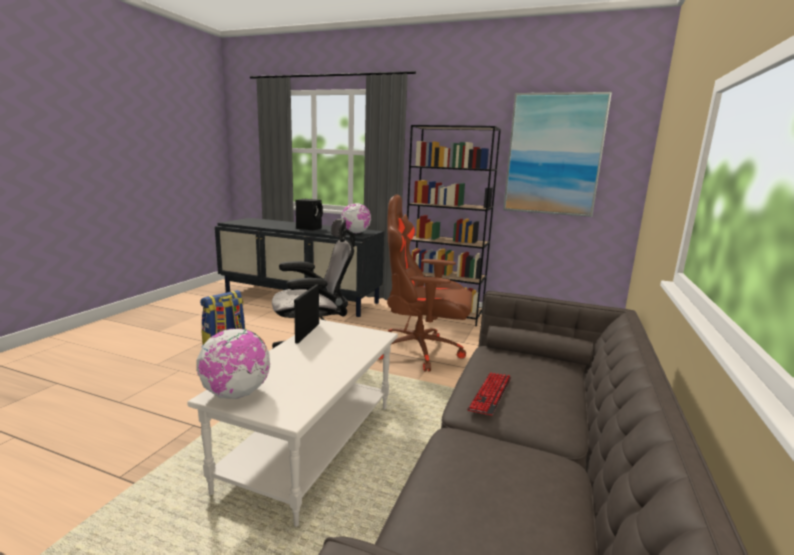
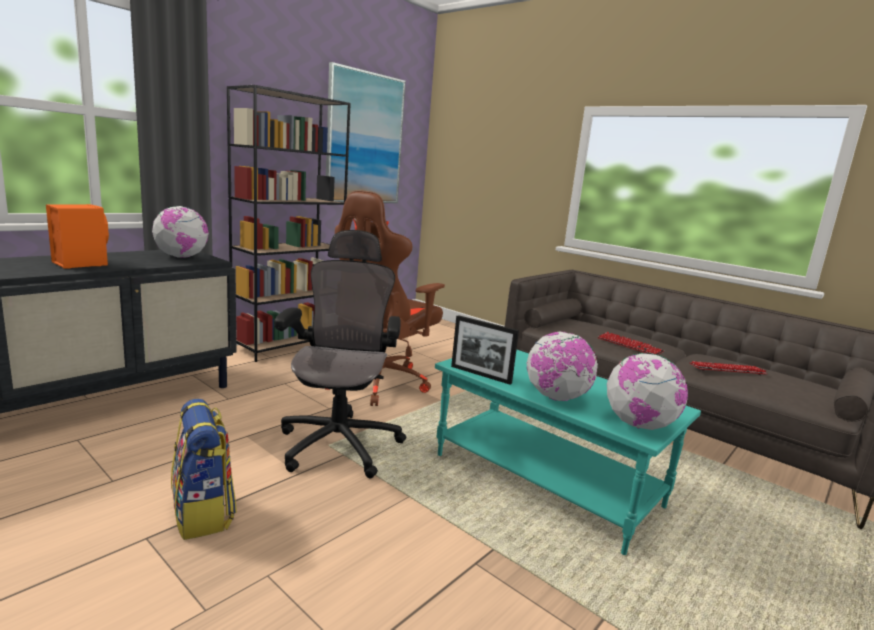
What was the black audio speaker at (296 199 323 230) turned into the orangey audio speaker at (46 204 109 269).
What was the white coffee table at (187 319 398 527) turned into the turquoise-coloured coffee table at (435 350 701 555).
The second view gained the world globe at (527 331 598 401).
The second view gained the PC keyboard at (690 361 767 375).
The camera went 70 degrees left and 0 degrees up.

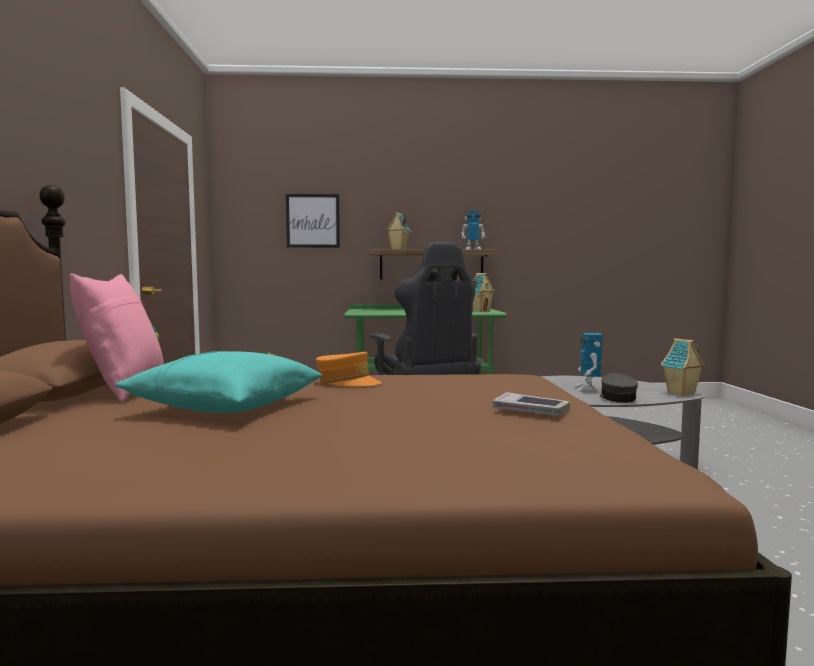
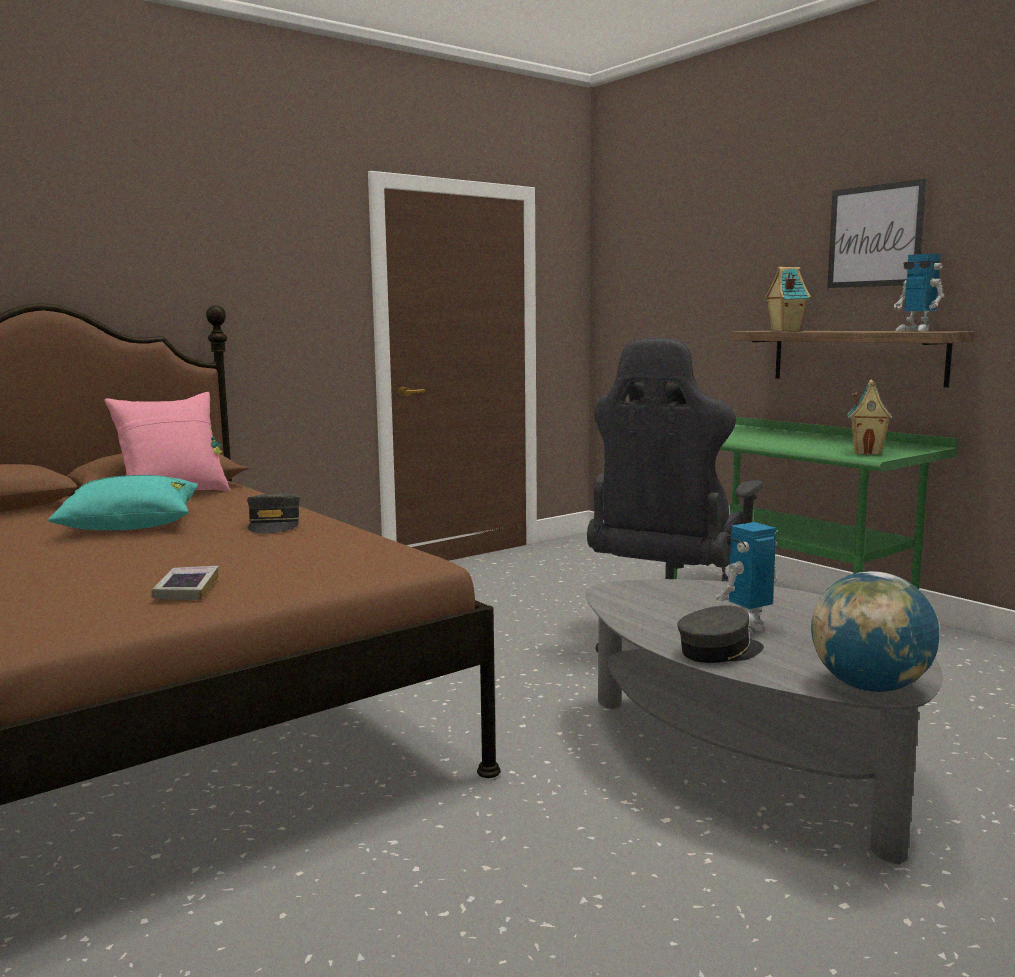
What was the orangey cap at (316 352 382 386) turned into the grey cap at (247 493 300 533).
Where the toy house stood at (661 338 705 396), the world globe came to stand at (811 571 939 692).
The picture ended up elsewhere, having gone from (286 194 340 248) to (827 179 927 288).
The camera went 55 degrees right and 5 degrees up.

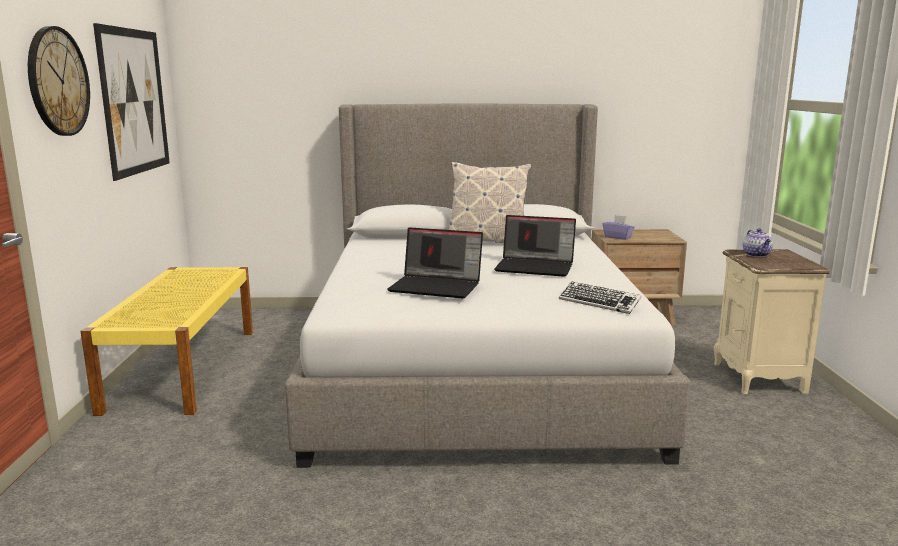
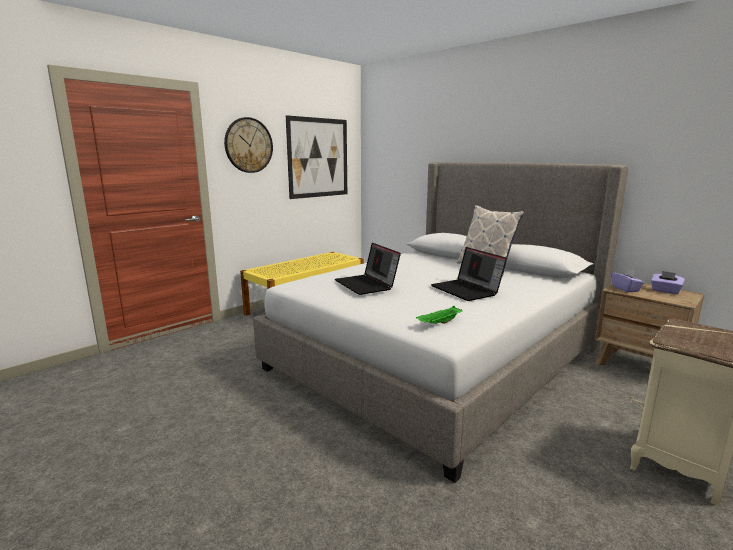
Where the PC keyboard stood at (559 282 642 314), the green carrying tray came to stand at (416 306 463 324).
The second view gained the purple box of tissues at (651 271 685 294).
The second view lost the teapot at (743 228 773 257).
The camera went 45 degrees right and 0 degrees up.

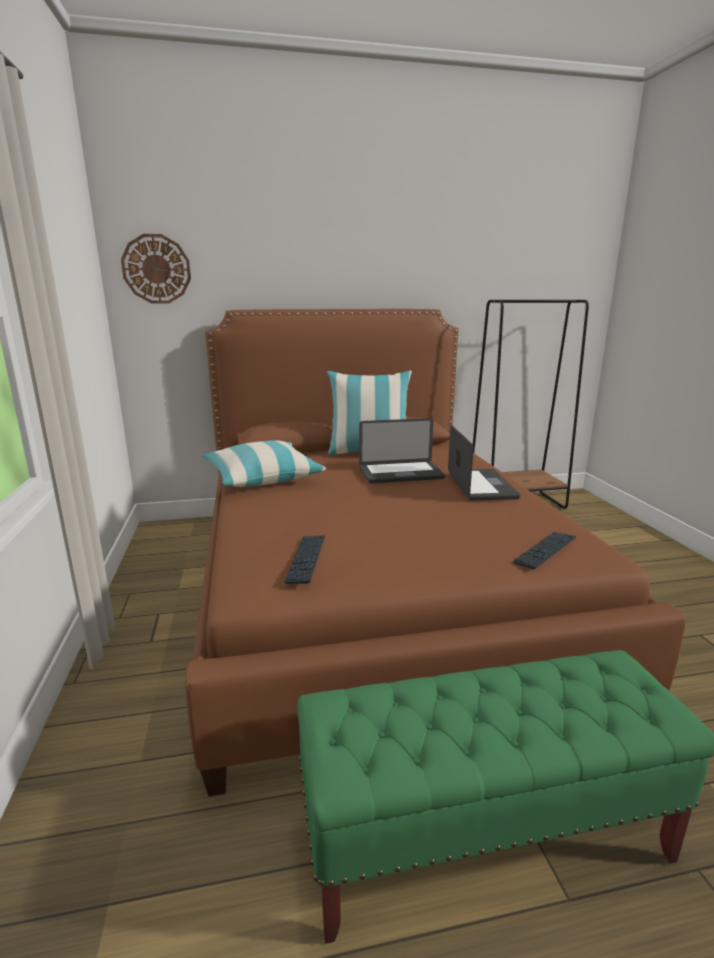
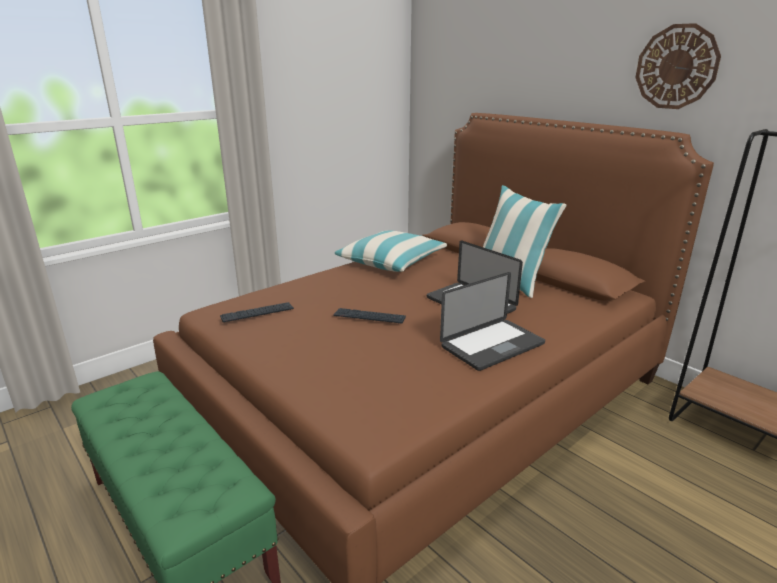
The PC keyboard ended up elsewhere, having gone from (513 532 576 569) to (333 308 406 324).
The hanging clock ended up elsewhere, having gone from (121 234 191 304) to (635 23 721 109).
The camera went 60 degrees right and 5 degrees up.

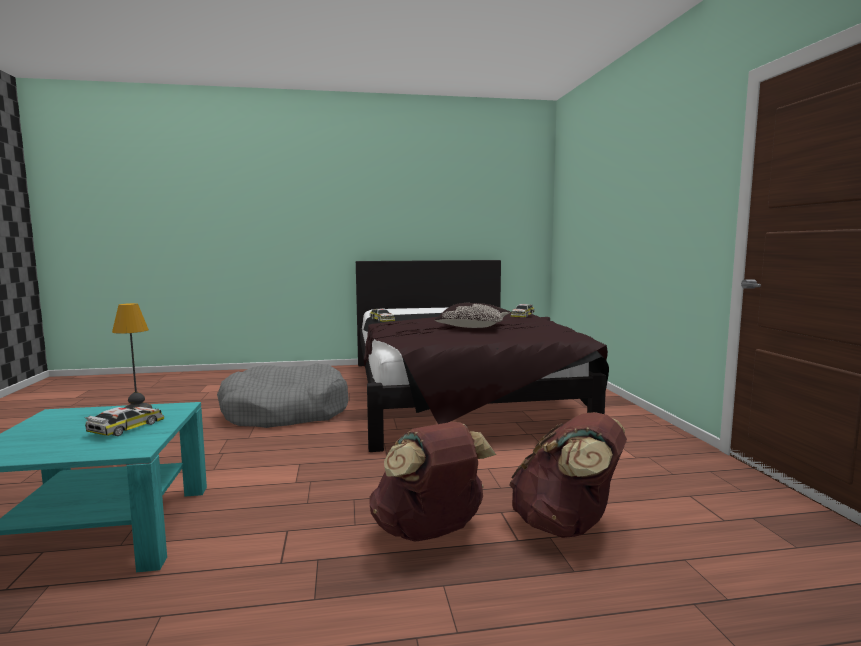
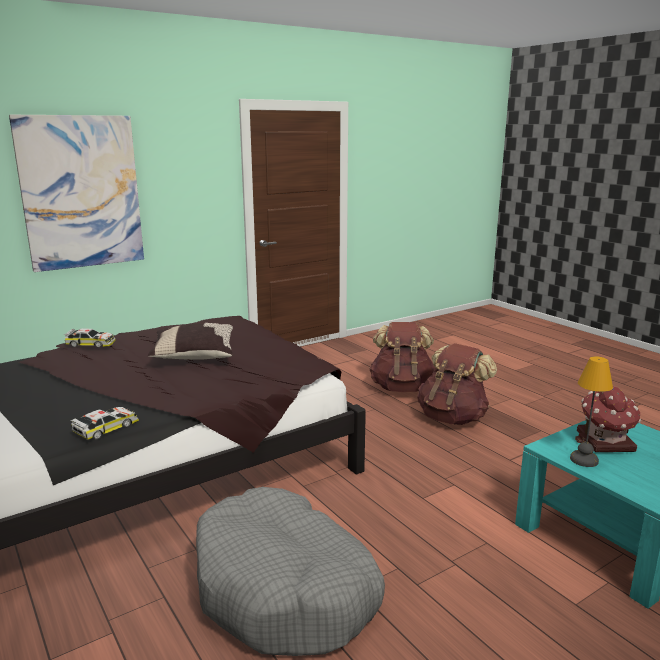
The second view gained the picture at (9 115 144 272).
Where the miniature car stood at (85 407 164 436), the toy house came to stand at (575 386 641 452).
The camera went 115 degrees left and 10 degrees up.

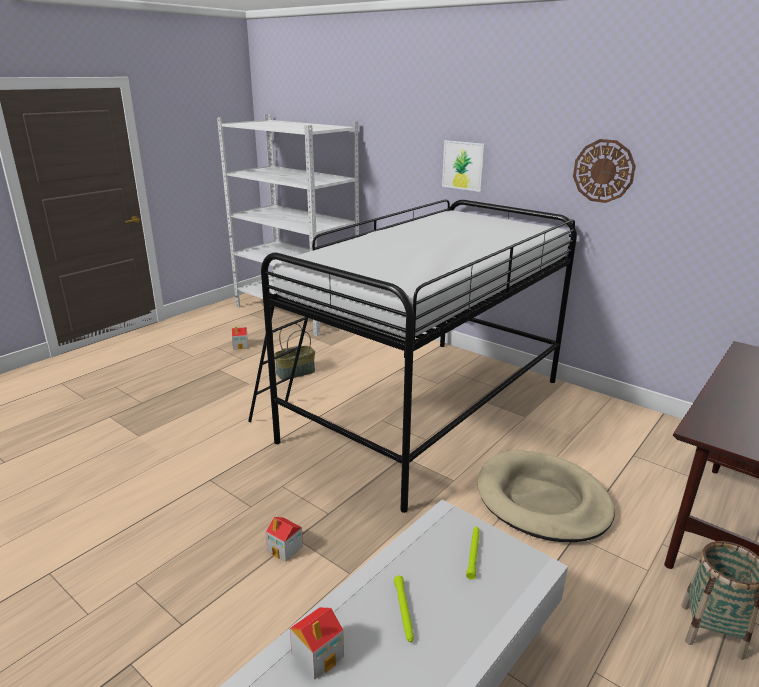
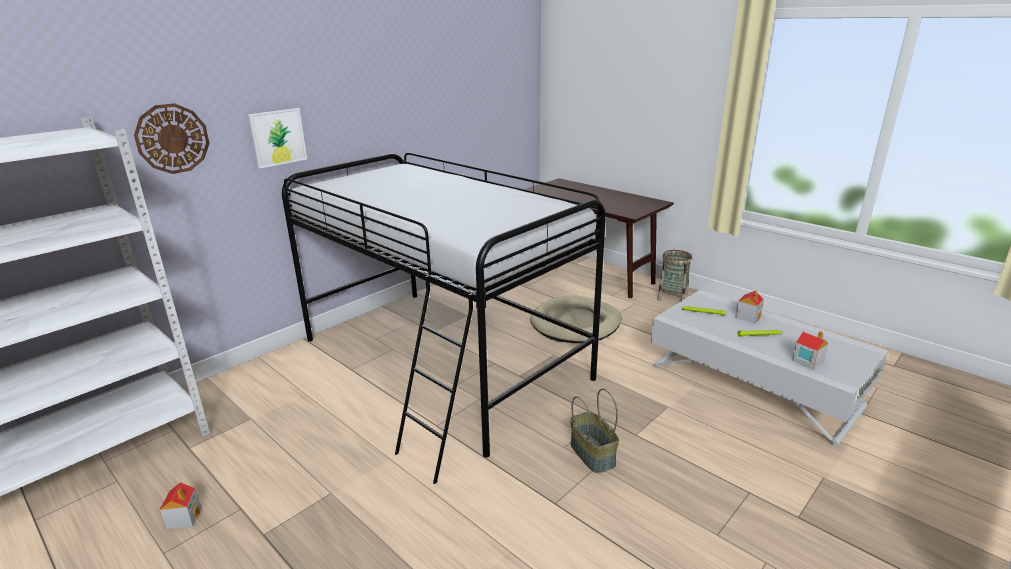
The hanging clock ended up elsewhere, having gone from (573 139 636 203) to (134 103 210 174).
The basket ended up elsewhere, having gone from (274 323 315 380) to (570 388 619 473).
The toy house ended up elsewhere, having gone from (266 517 303 562) to (735 290 764 323).
The camera went 85 degrees left and 0 degrees up.

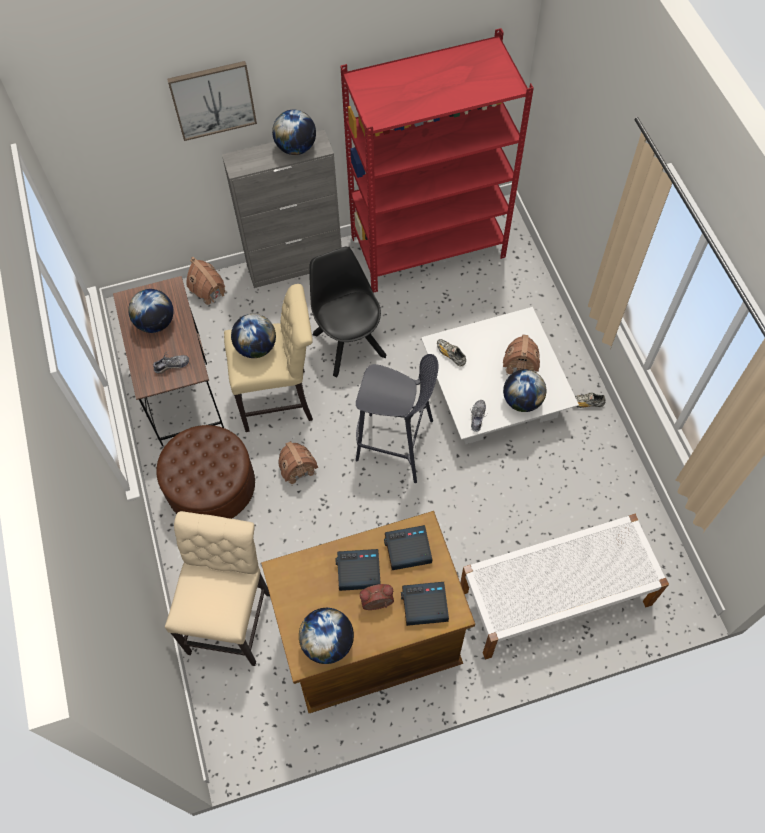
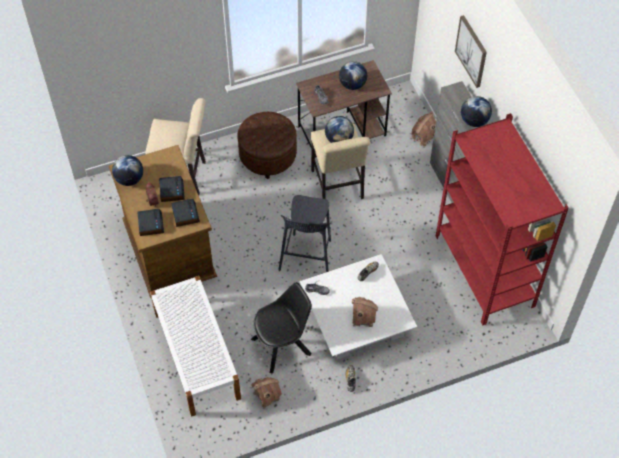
The black upright chair ended up elsewhere, having gone from (309 247 386 378) to (251 282 312 373).
The toy house ended up elsewhere, having gone from (278 441 318 486) to (252 377 282 409).
The second view lost the world globe at (503 369 546 412).
The camera went 85 degrees right and 5 degrees down.

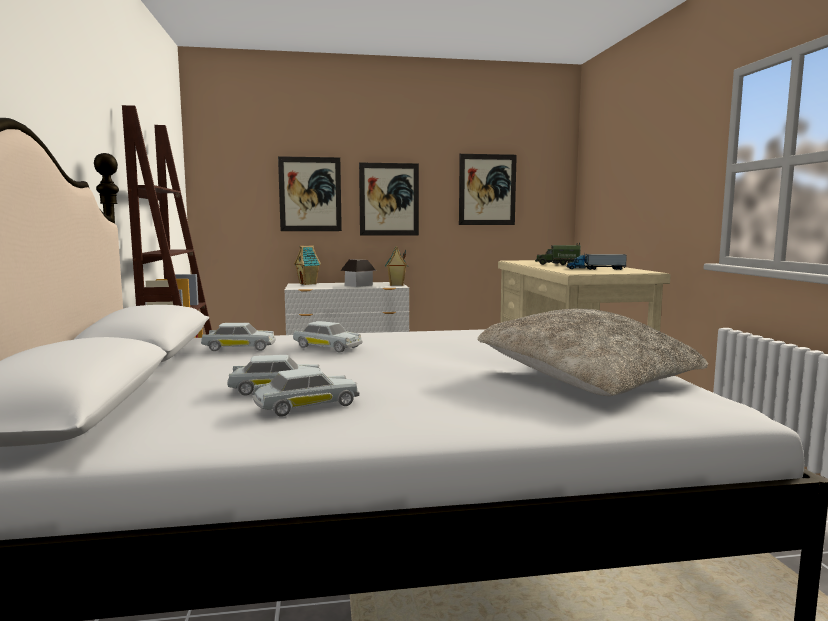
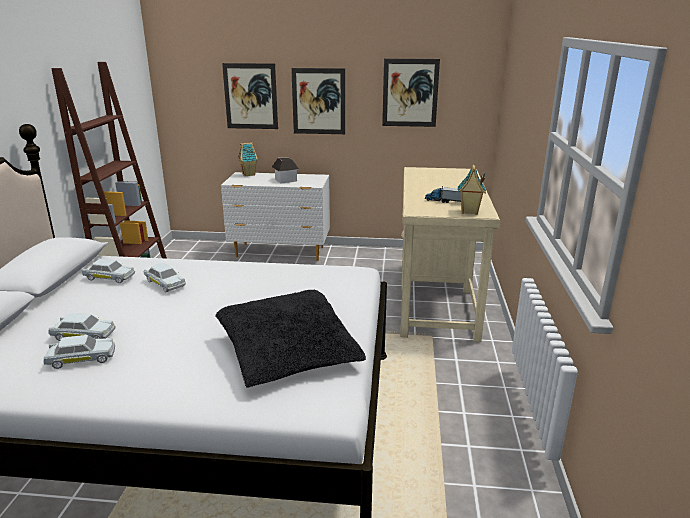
What was the beige throw pillow at (478 308 708 396) turned into the black throw pillow at (215 290 366 388).
The toy house ended up elsewhere, having gone from (385 246 408 286) to (458 164 486 215).
The second view lost the toy truck at (535 243 581 265).
The camera went 15 degrees right and 15 degrees up.

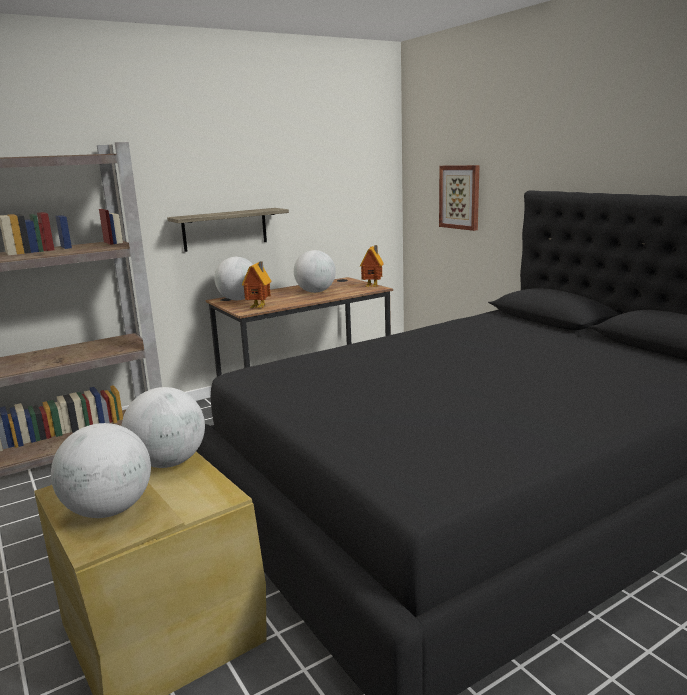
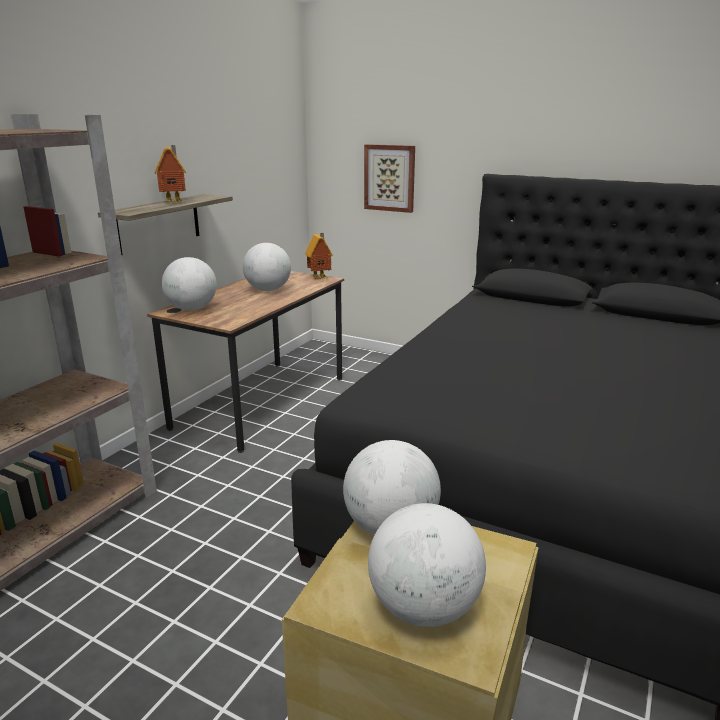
The toy house ended up elsewhere, having gone from (242 261 271 308) to (155 145 186 202).
The camera went 30 degrees left and 5 degrees up.

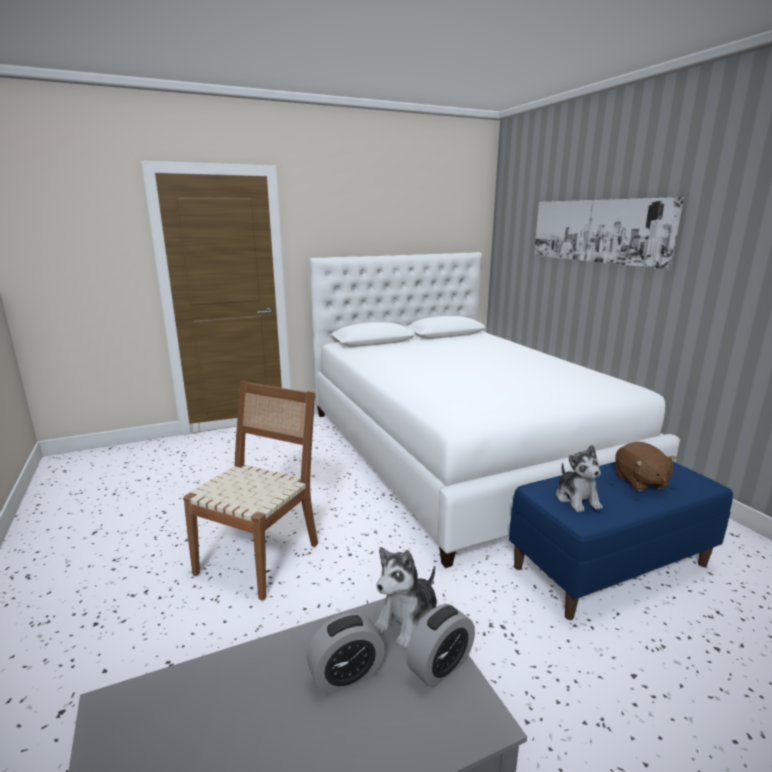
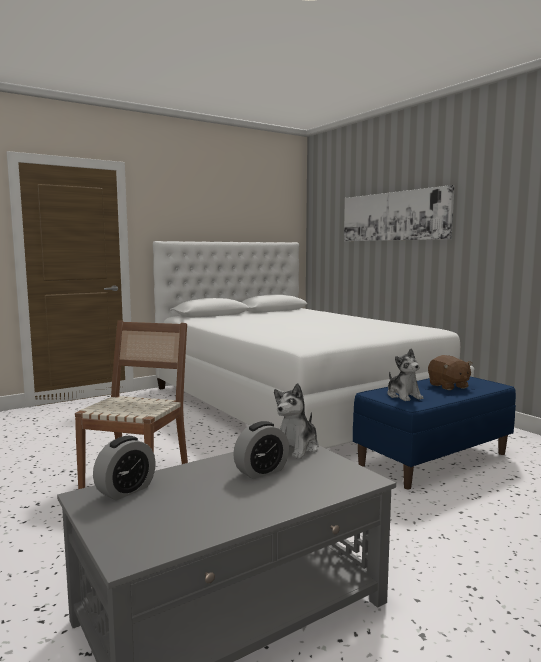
The bedside clock ended up elsewhere, having gone from (406 604 475 688) to (93 436 156 500).
The camera went 10 degrees left and 10 degrees down.

